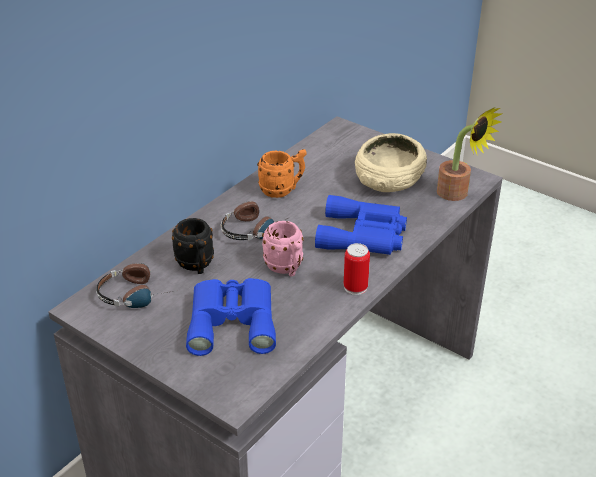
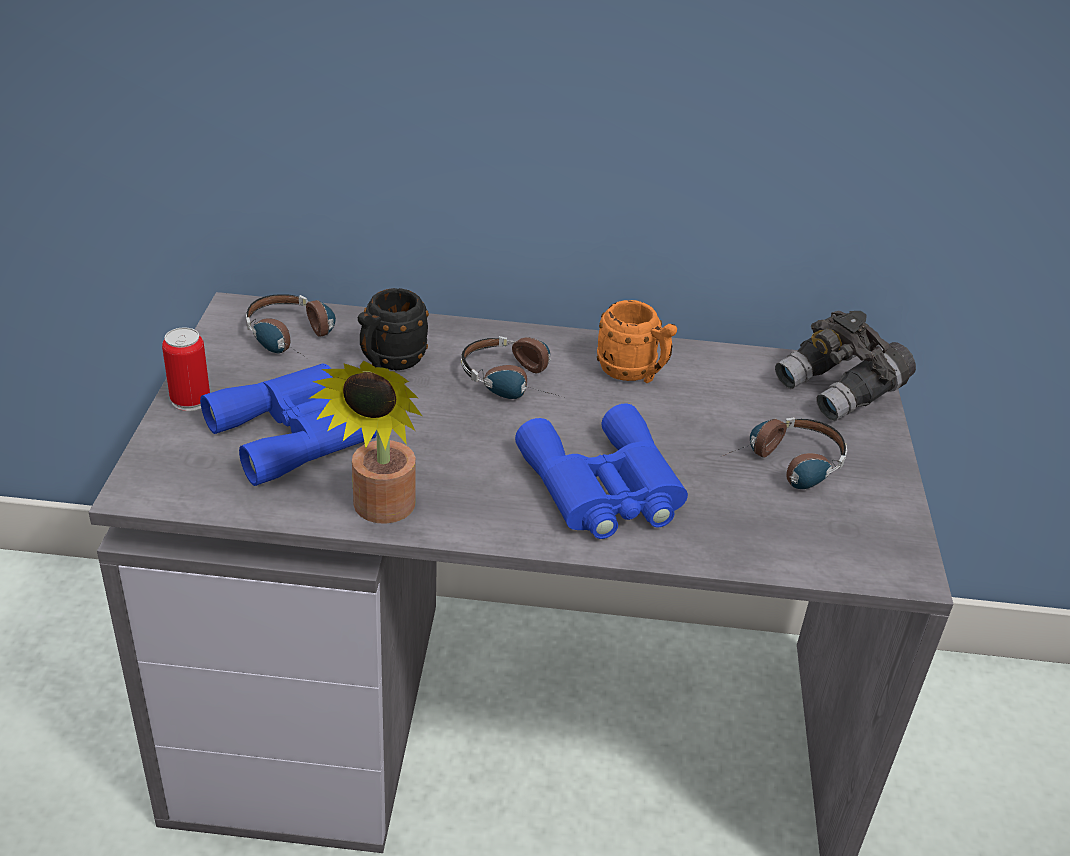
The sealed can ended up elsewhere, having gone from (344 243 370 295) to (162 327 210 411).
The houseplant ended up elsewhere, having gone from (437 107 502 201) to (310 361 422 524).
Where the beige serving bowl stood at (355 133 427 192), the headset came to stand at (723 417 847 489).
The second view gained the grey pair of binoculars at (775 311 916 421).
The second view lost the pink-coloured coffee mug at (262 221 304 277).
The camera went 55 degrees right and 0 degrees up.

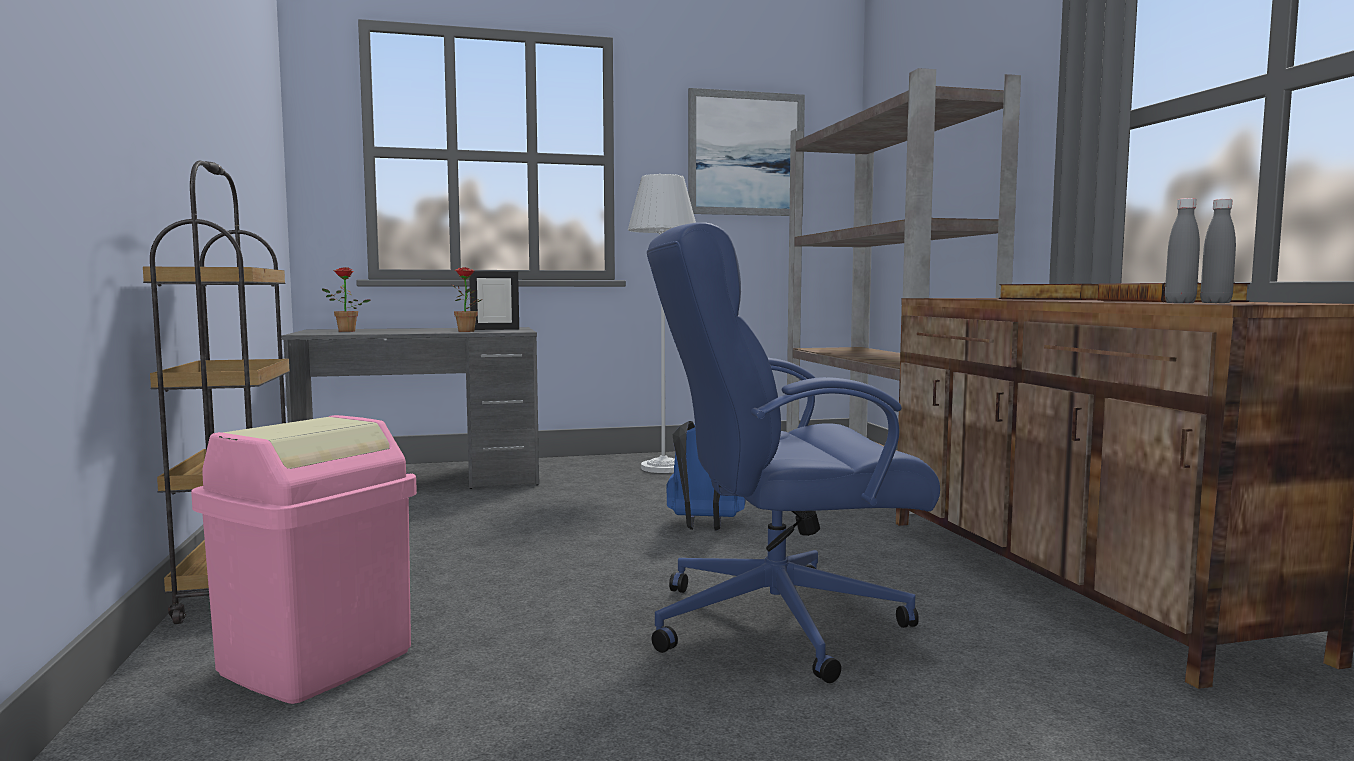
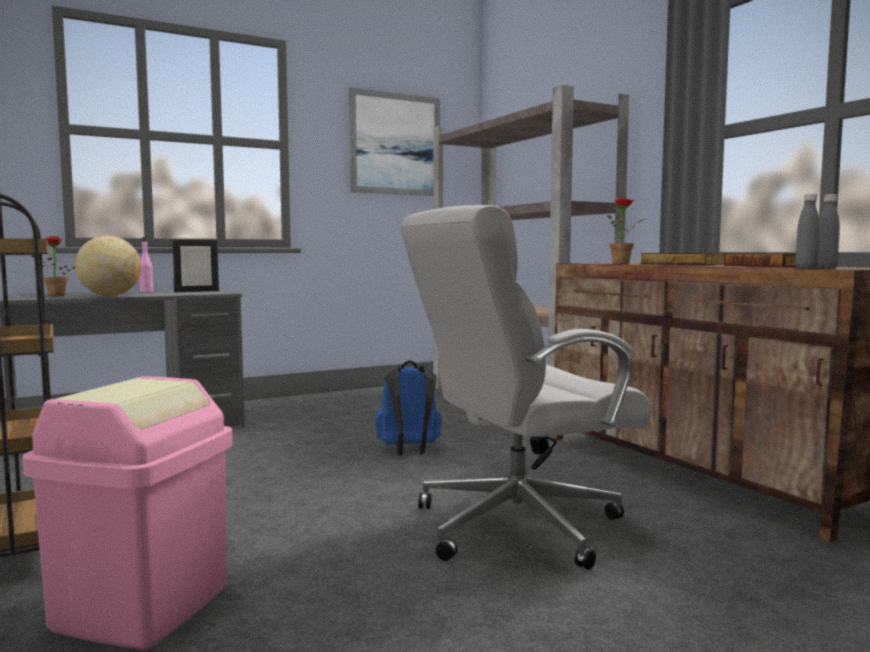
The second view gained the world globe at (75 236 141 296).
The second view gained the pink-coloured bottle at (139 237 154 292).
What was the bluish desk chair at (647 222 940 683) turned into the grey desk chair at (401 205 652 570).
The houseplant ended up elsewhere, having gone from (452 267 483 332) to (607 197 645 264).
The second view lost the grey standing lamp at (628 174 696 473).
The camera went 15 degrees left and 0 degrees up.

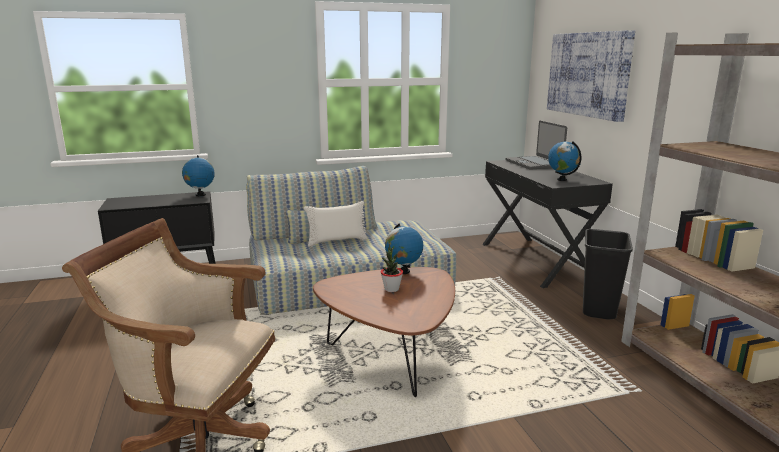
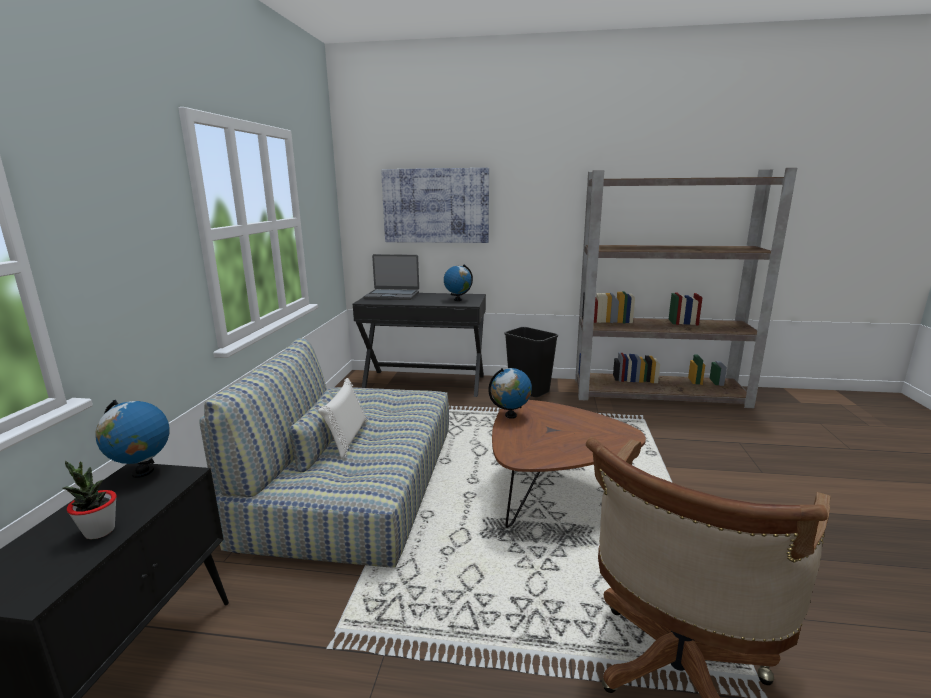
The houseplant ended up elsewhere, having gone from (381 245 403 292) to (62 461 117 539).
The camera went 65 degrees left and 0 degrees up.

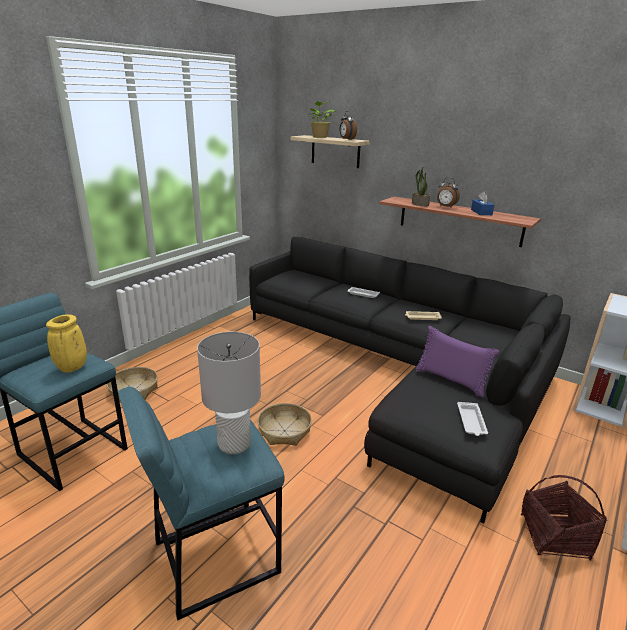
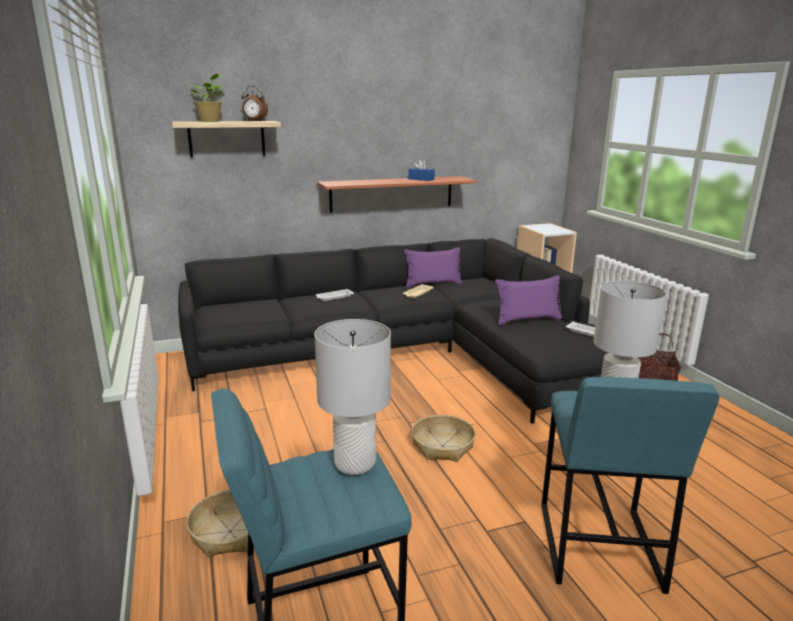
Where the yellowish vase stood at (46 314 87 373), the grey lamp for a table came to stand at (314 319 391 475).
The second view gained the purple throw pillow at (404 247 462 288).
The second view lost the houseplant at (412 166 430 206).
The second view lost the bedside clock at (437 177 460 208).
The camera went 55 degrees left and 5 degrees down.

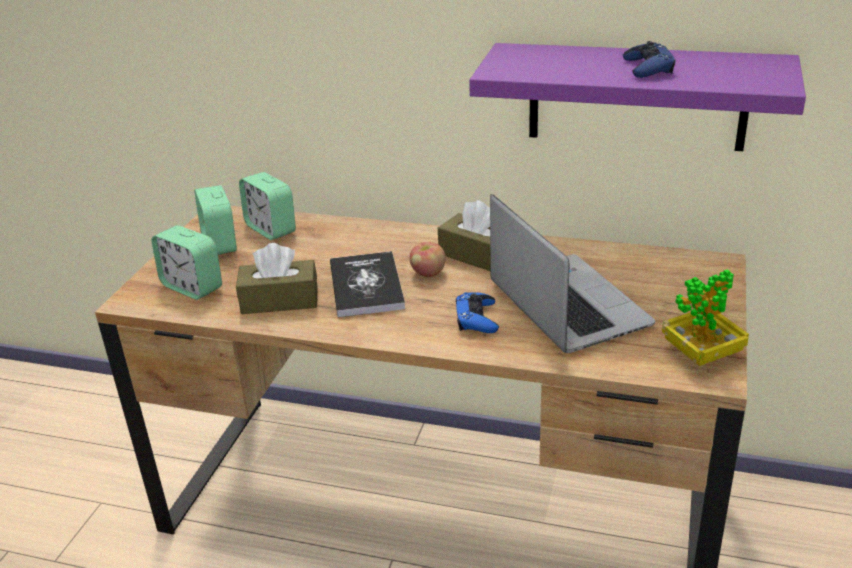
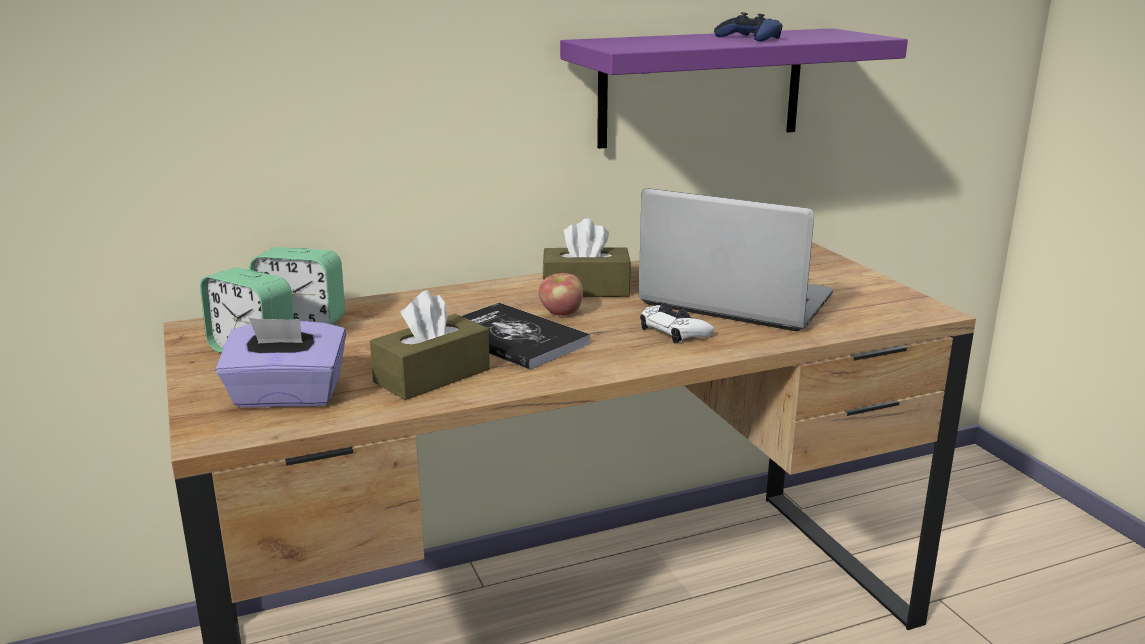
Where the bedside clock stood at (151 225 222 300), the purple box of tissues came to stand at (216 318 346 408).
What was the bluish game controller at (456 292 499 333) turned into the white game controller at (640 303 714 344).
The second view lost the houseplant at (662 269 749 366).
The camera went 40 degrees left and 10 degrees down.

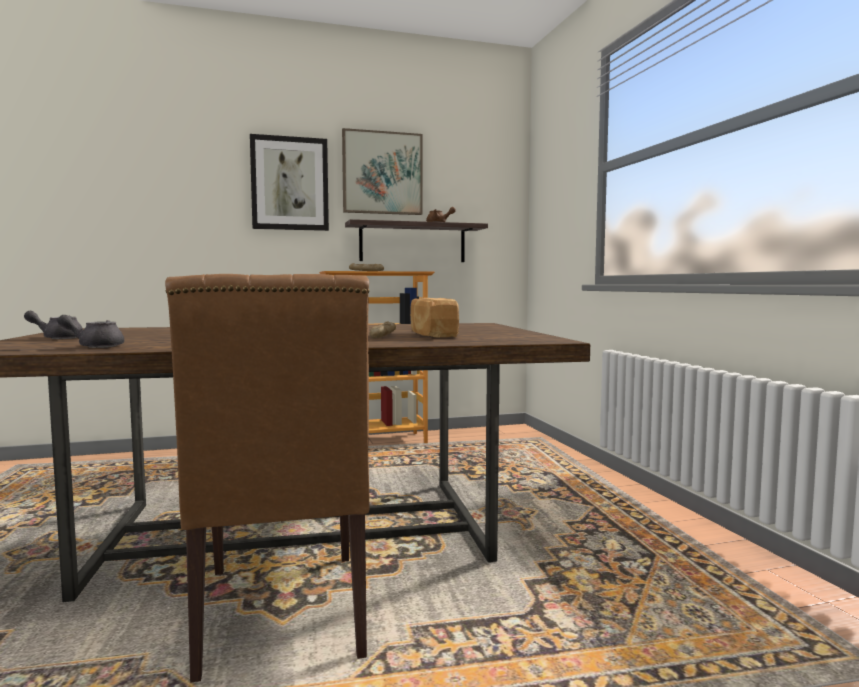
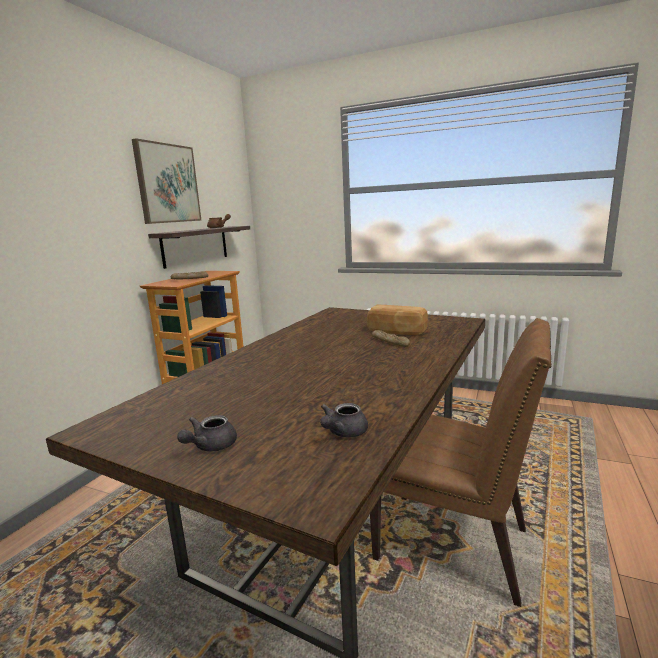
The second view lost the picture at (250 134 329 231).
The camera went 50 degrees left and 10 degrees up.

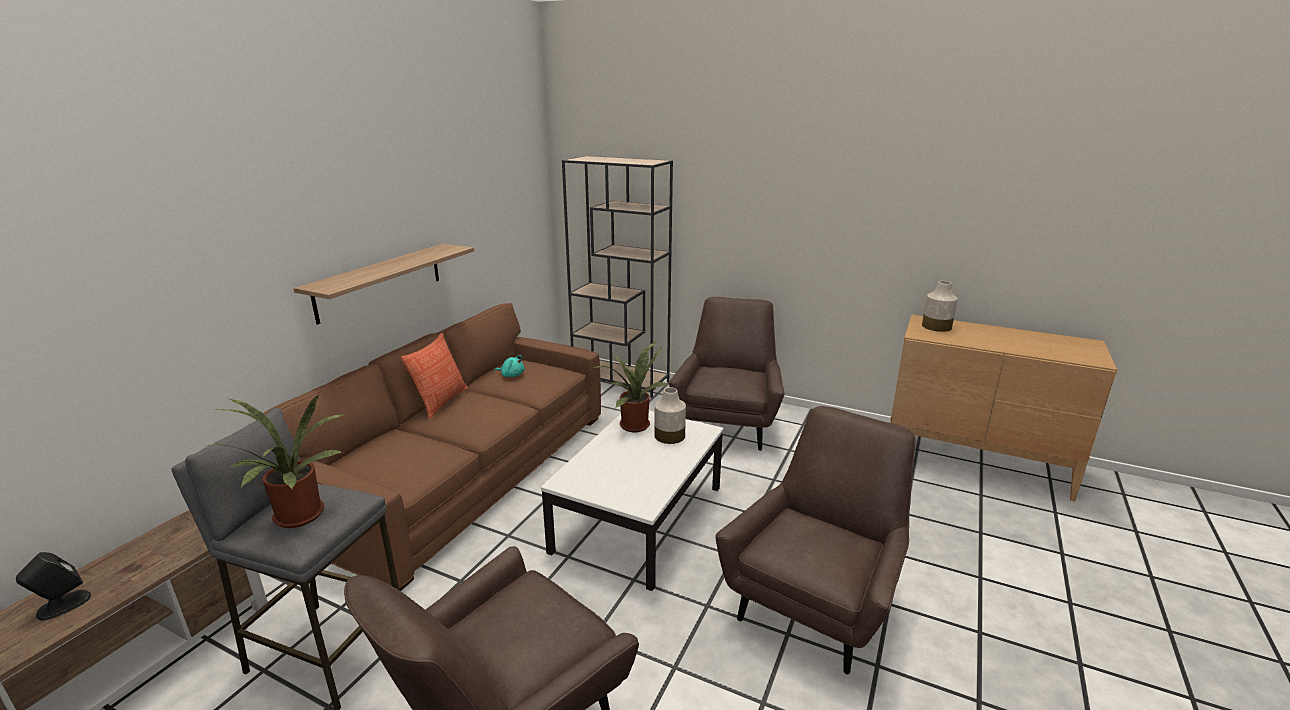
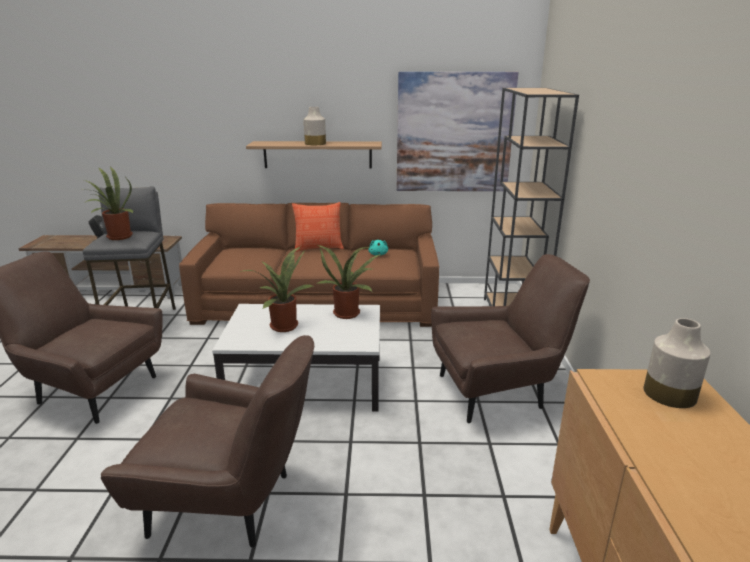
The second view gained the houseplant at (240 246 313 332).
The beige vase ended up elsewhere, having gone from (654 387 686 444) to (304 107 326 145).
The second view gained the picture at (397 72 518 191).
The camera went 65 degrees right and 0 degrees up.

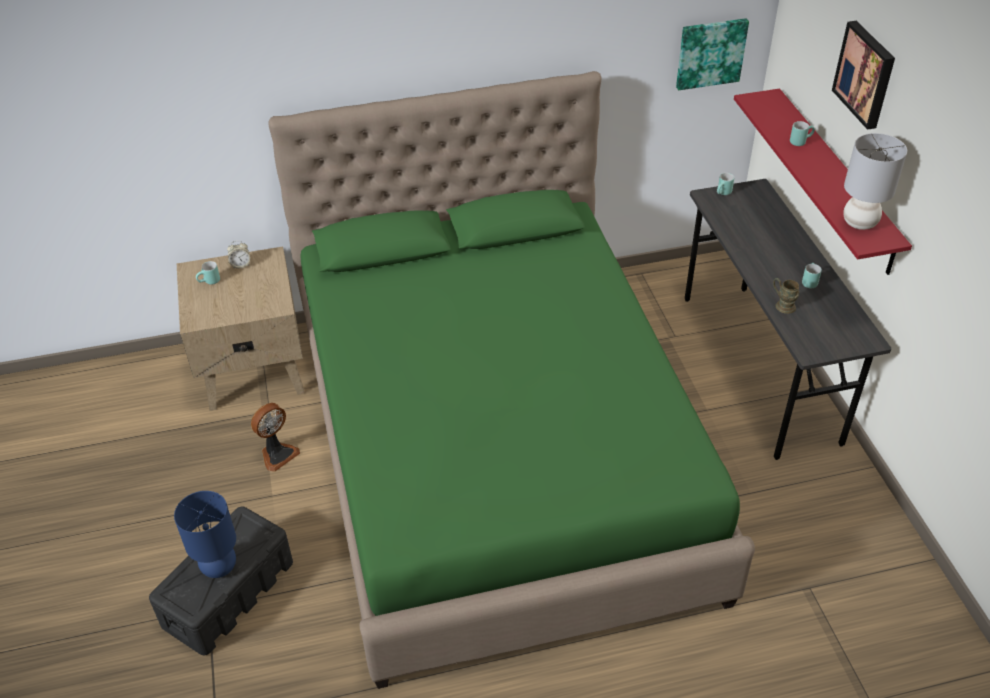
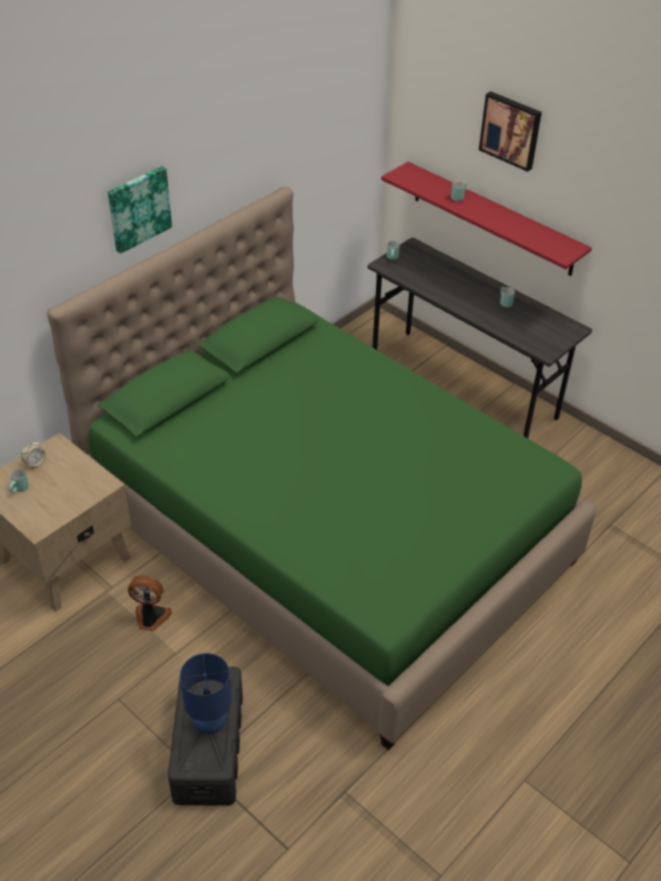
The picture ended up elsewhere, having gone from (676 18 749 90) to (108 166 172 254).
The electric fan at (251 403 300 472) ended up facing another way, 90 degrees counterclockwise from before.
The second view lost the brown coffee mug at (773 278 799 314).
The second view lost the grey lamp for a table at (843 133 907 230).
The camera went 35 degrees left and 0 degrees up.

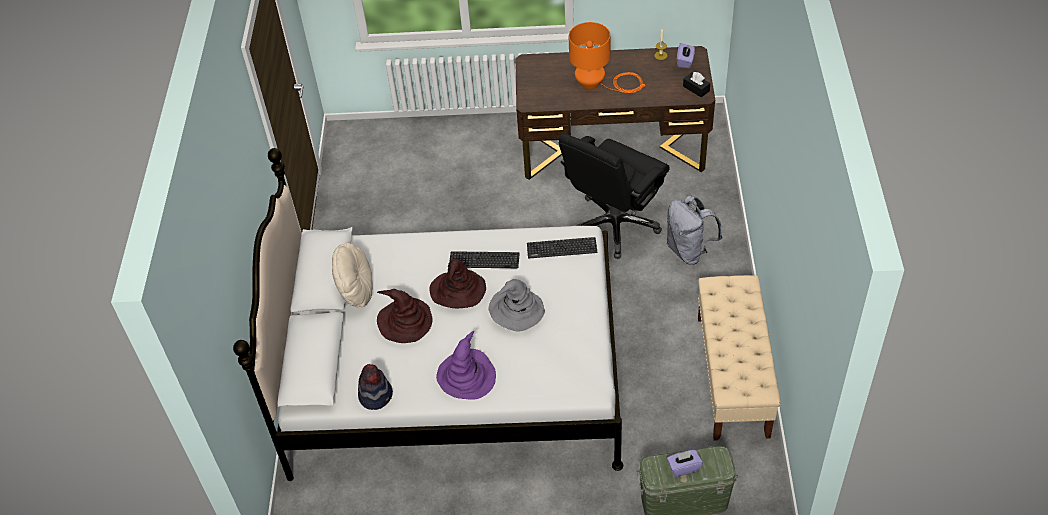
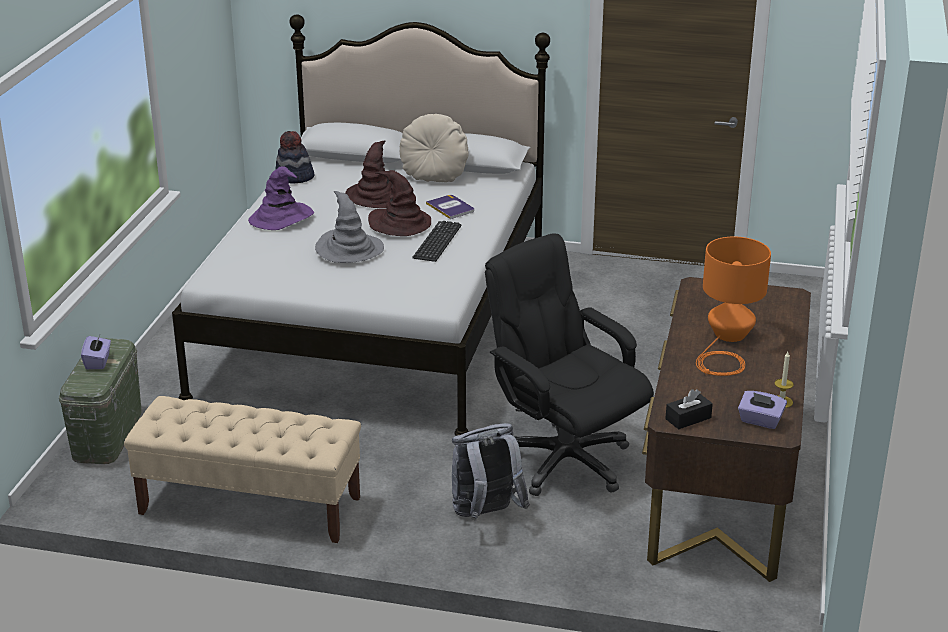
The second view gained the volume at (426 195 474 219).
The second view lost the PC keyboard at (527 237 597 258).
The camera went 100 degrees right and 20 degrees down.

